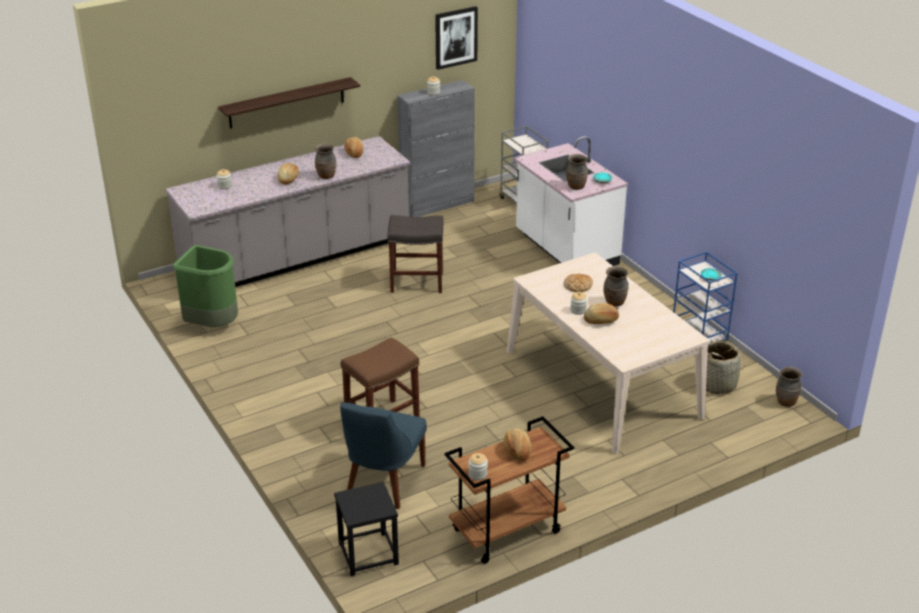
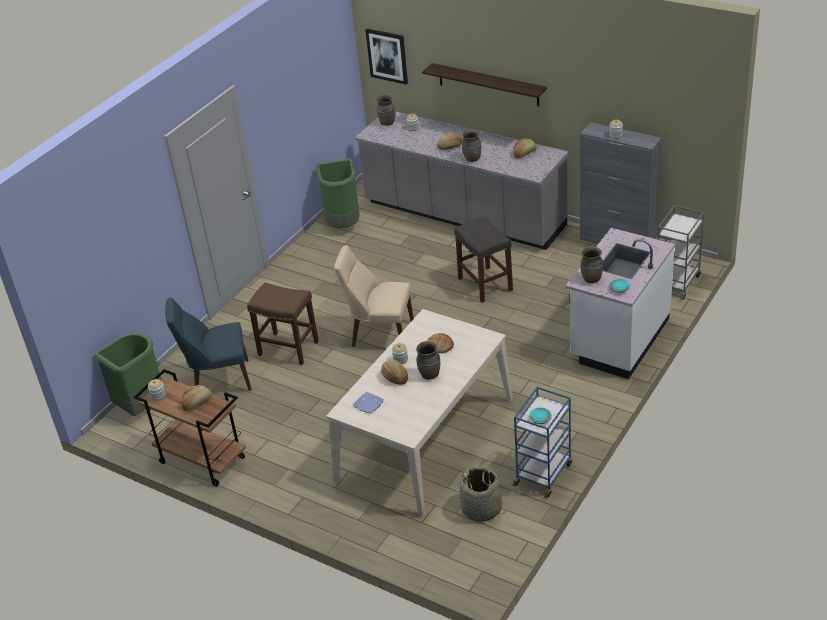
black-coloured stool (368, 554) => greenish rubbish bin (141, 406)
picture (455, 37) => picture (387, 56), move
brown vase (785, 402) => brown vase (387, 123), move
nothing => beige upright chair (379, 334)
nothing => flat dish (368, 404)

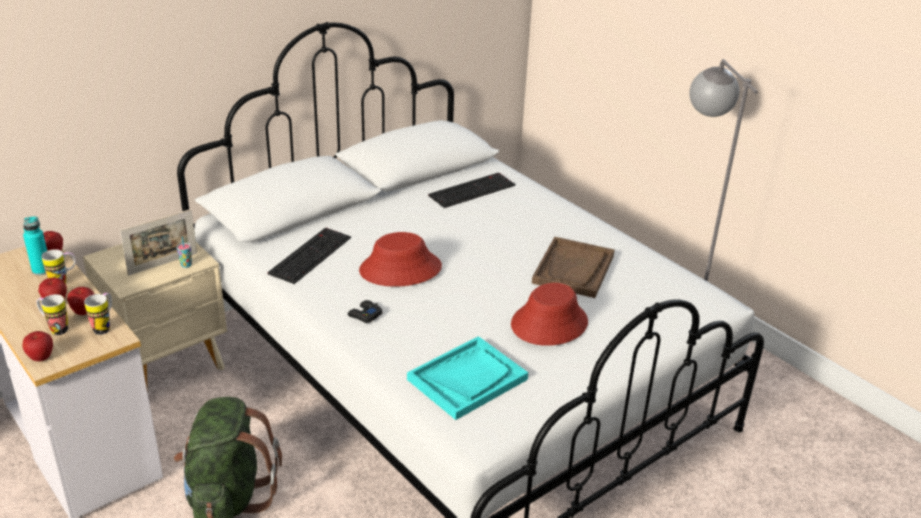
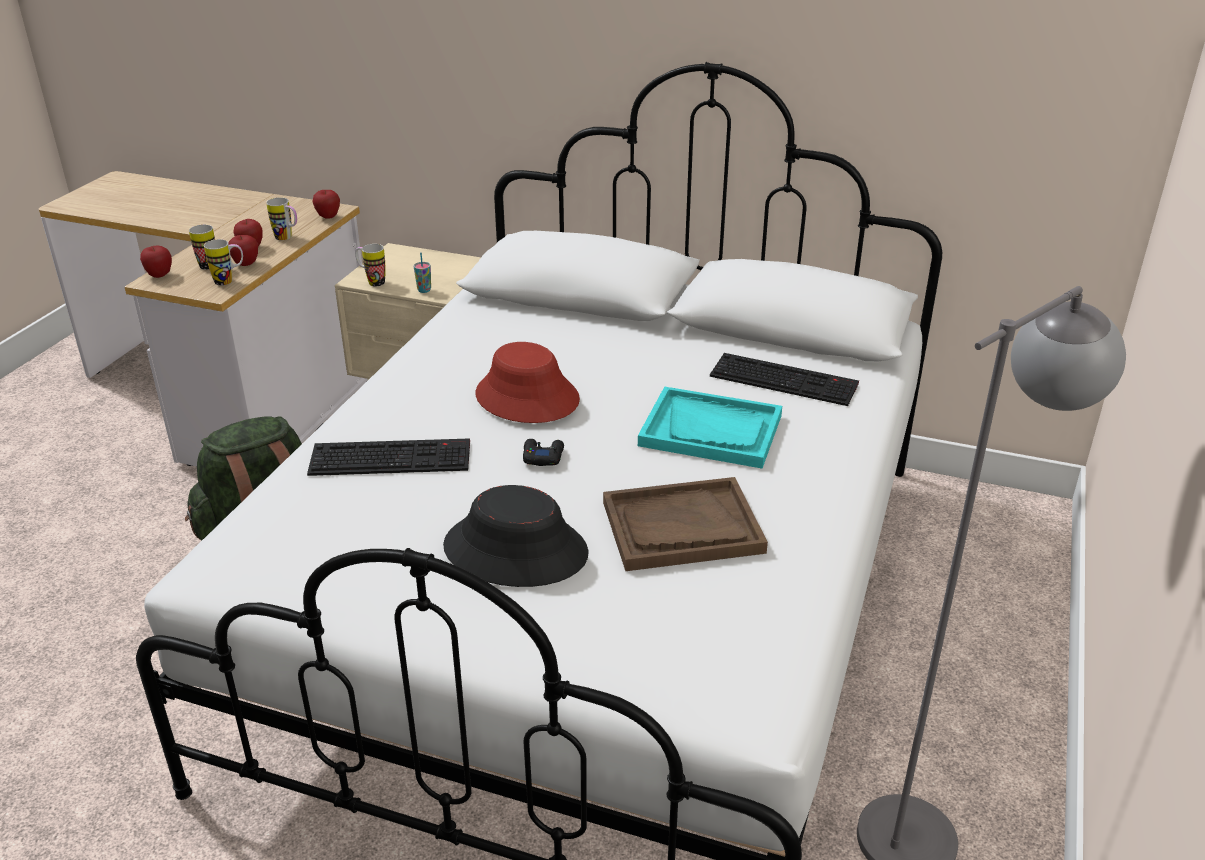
blue-green bottle (41, 270) => nothing
picture frame (163, 264) => nothing
computer keyboard (310, 254) => computer keyboard (392, 457), move
black-coloured gamepad (364, 315) => black-coloured gamepad (542, 456), move
blue-green carrying tray (467, 379) => blue-green carrying tray (711, 430), move
red-coloured hat (549, 323) => black-coloured hat (516, 550)
nothing => mug (372, 282)

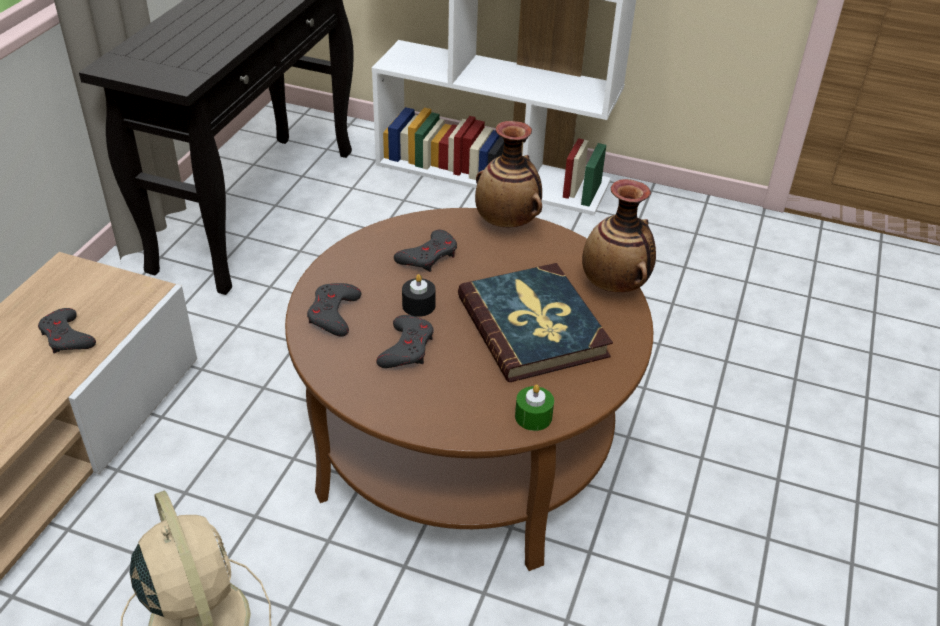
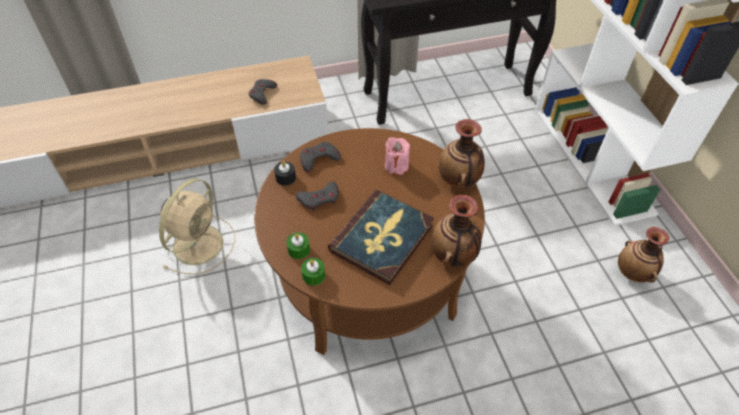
greyish gamepad (428, 256) => pink-coloured candle (396, 166)
black-coloured candle (418, 305) => black-coloured candle (285, 178), move
nothing => greenish candle (298, 250)
nothing => vase (633, 273)

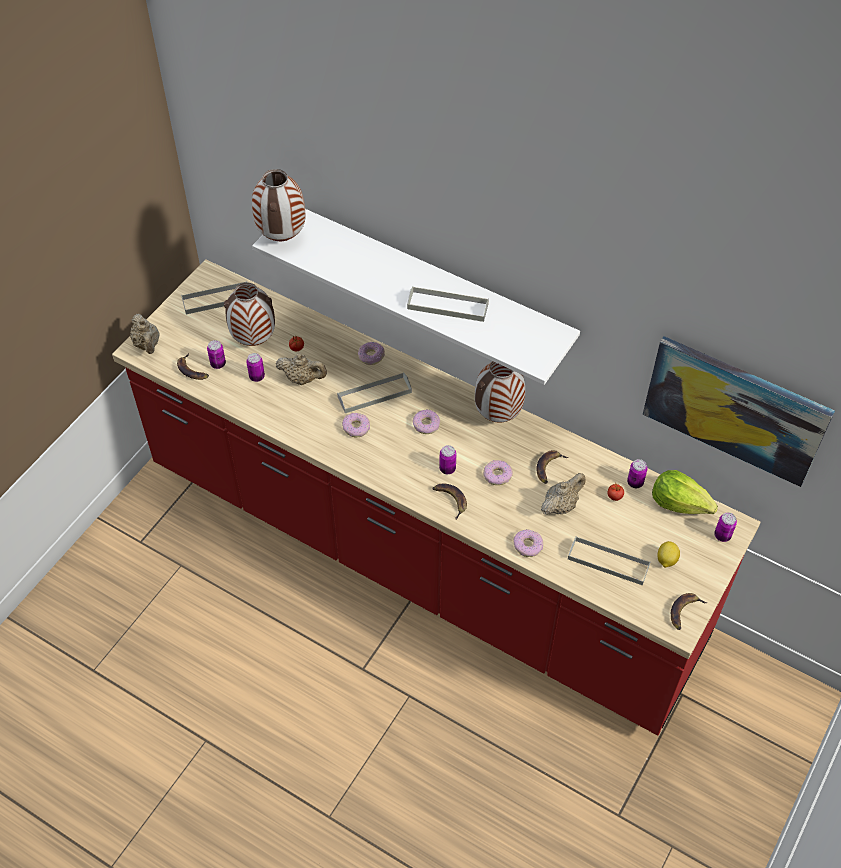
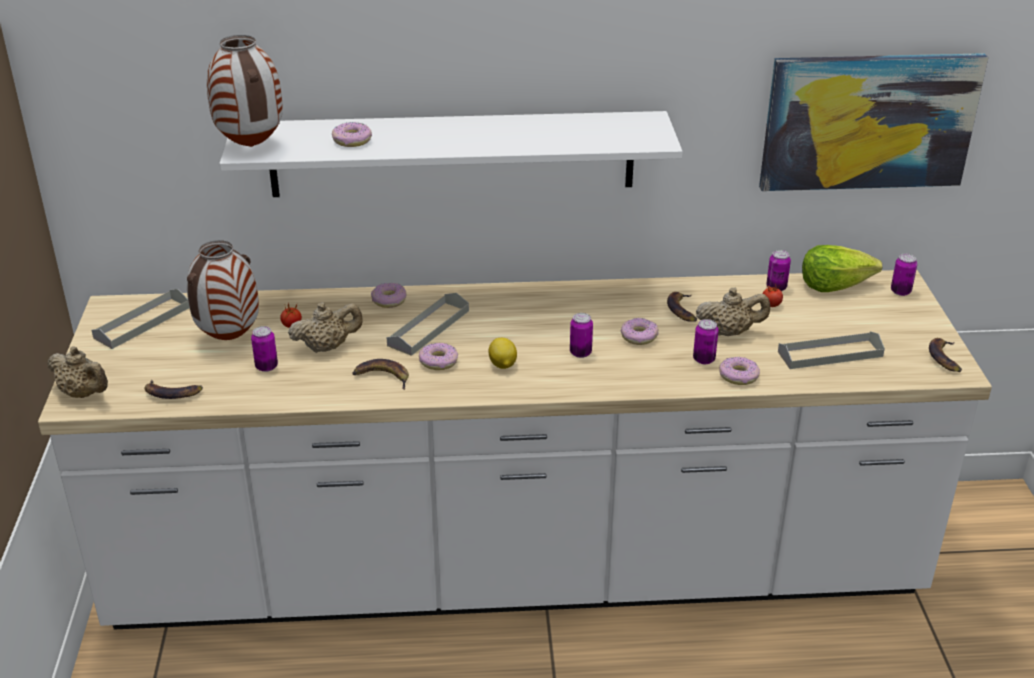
red-coloured kitchen counter (420, 554) => white-coloured kitchen counter (517, 569)
sealed can (218, 364) => sealed can (704, 359), move
greyish carrying tray (448, 306) => nothing
doughnut (426, 425) => doughnut (352, 141), move
banana (450, 500) => banana (382, 377), move
vase (498, 415) => nothing
beige pot for tea (561, 505) => beige pot for tea (730, 332), 75 degrees clockwise
lemon (666, 560) => lemon (502, 365), move

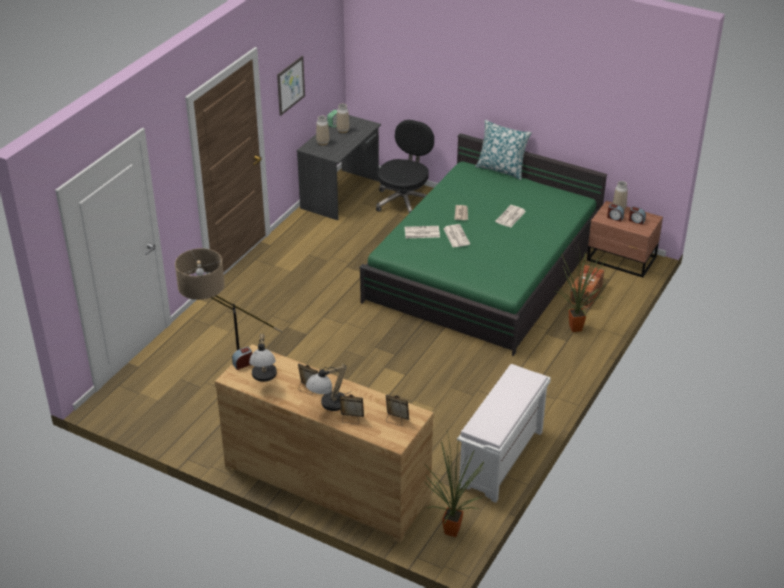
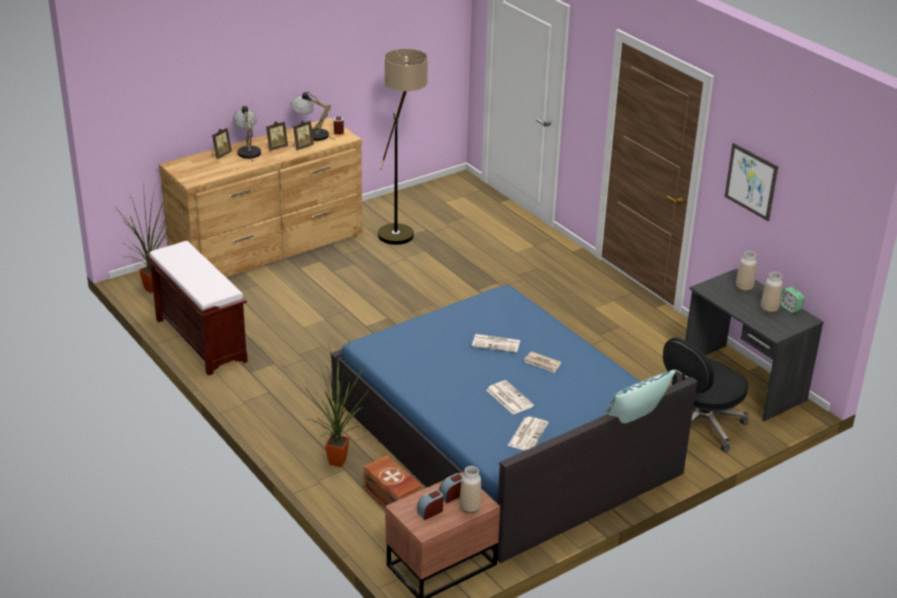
greenish sleeping bed (484, 270) => blue-coloured sleeping bed (502, 436)
black-coloured desk chair (404, 201) => black-coloured desk chair (699, 426), 90 degrees clockwise
picture frame (396, 420) => picture frame (302, 147), move
printed paper (421, 232) => printed paper (528, 434), move
white-coloured indoor bench (501, 460) => brown indoor bench (199, 340)

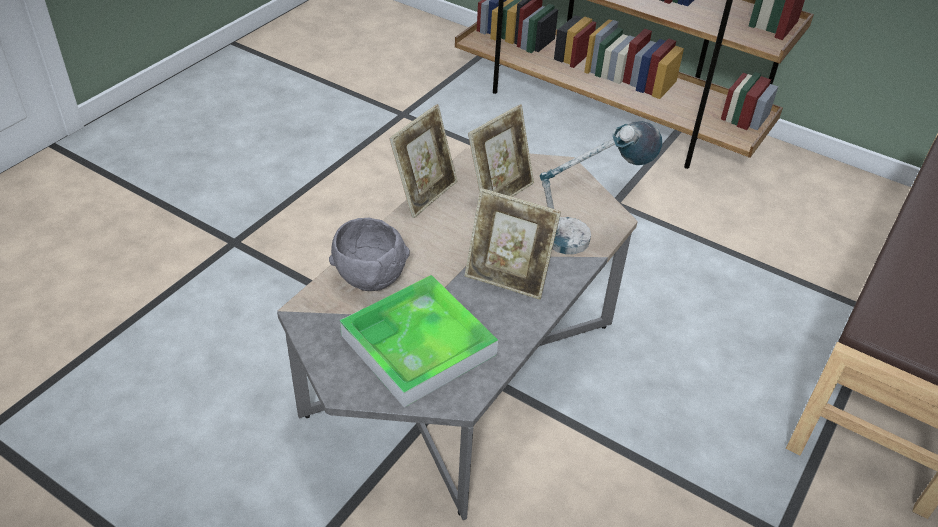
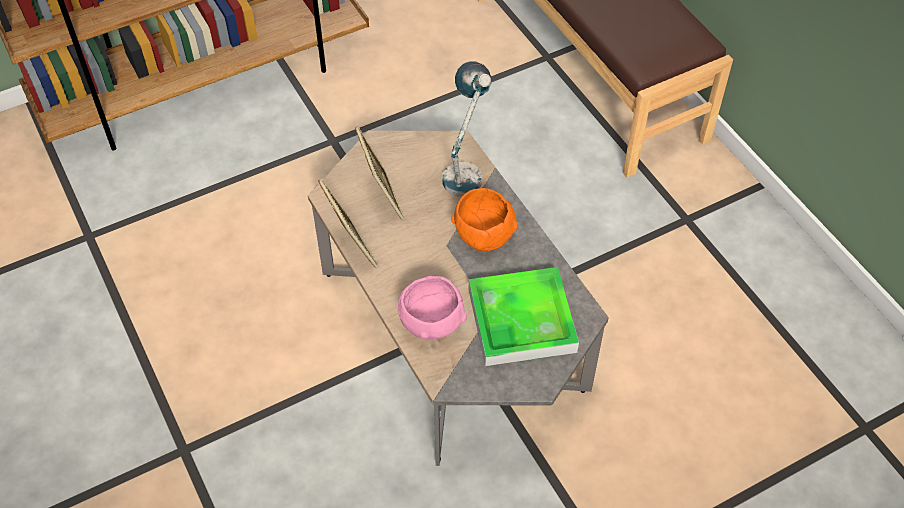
greyish serving bowl (369, 277) => pink-coloured serving bowl (431, 324)
picture frame (507, 278) => orange serving bowl (483, 236)

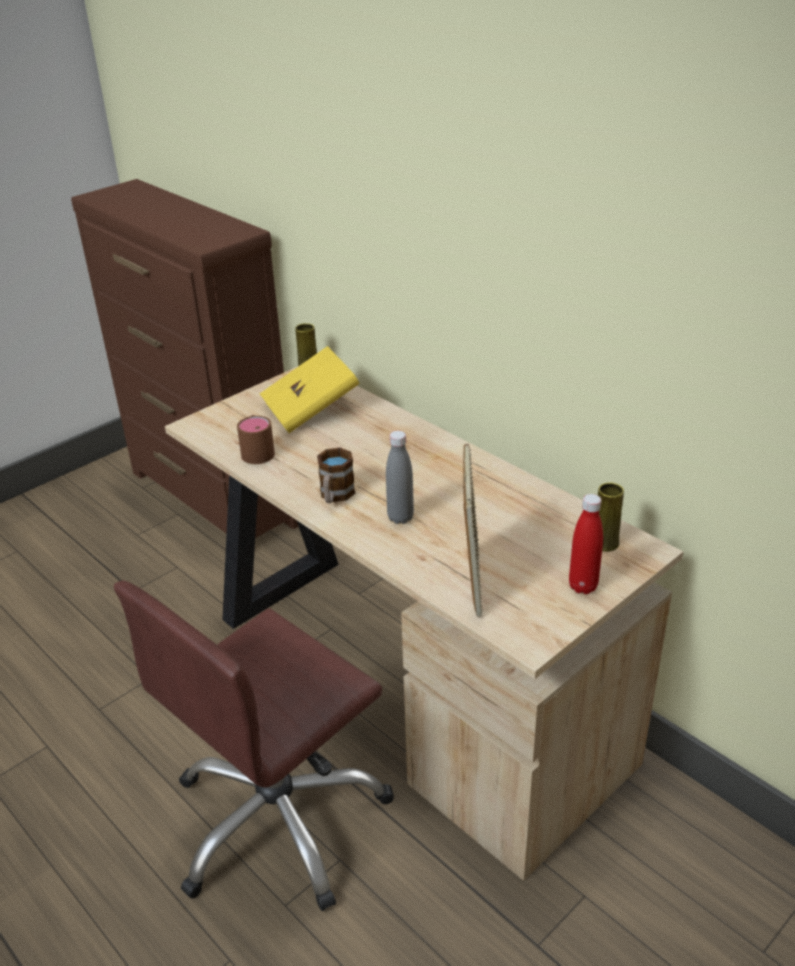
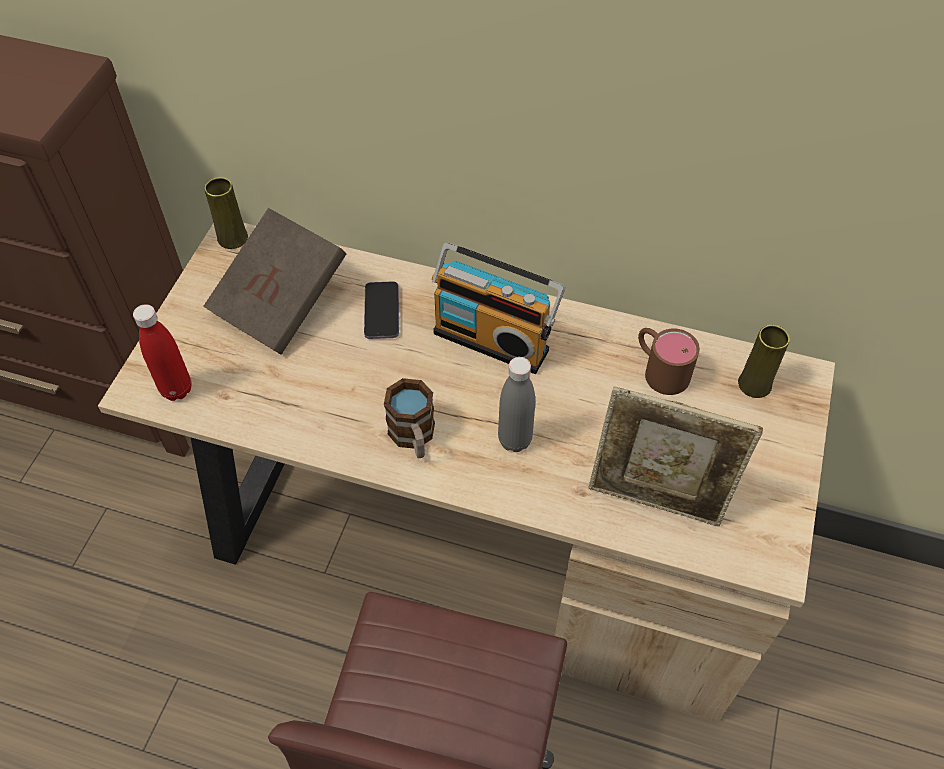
brown mug (257, 450) => brown mug (659, 369), move
yellow book (311, 409) => brown book (281, 302)
picture frame (472, 579) => picture frame (656, 500), 135 degrees clockwise
red-coloured bottle (583, 586) => red-coloured bottle (176, 389), move
nothing => handset (382, 312)
nothing => radio (493, 338)

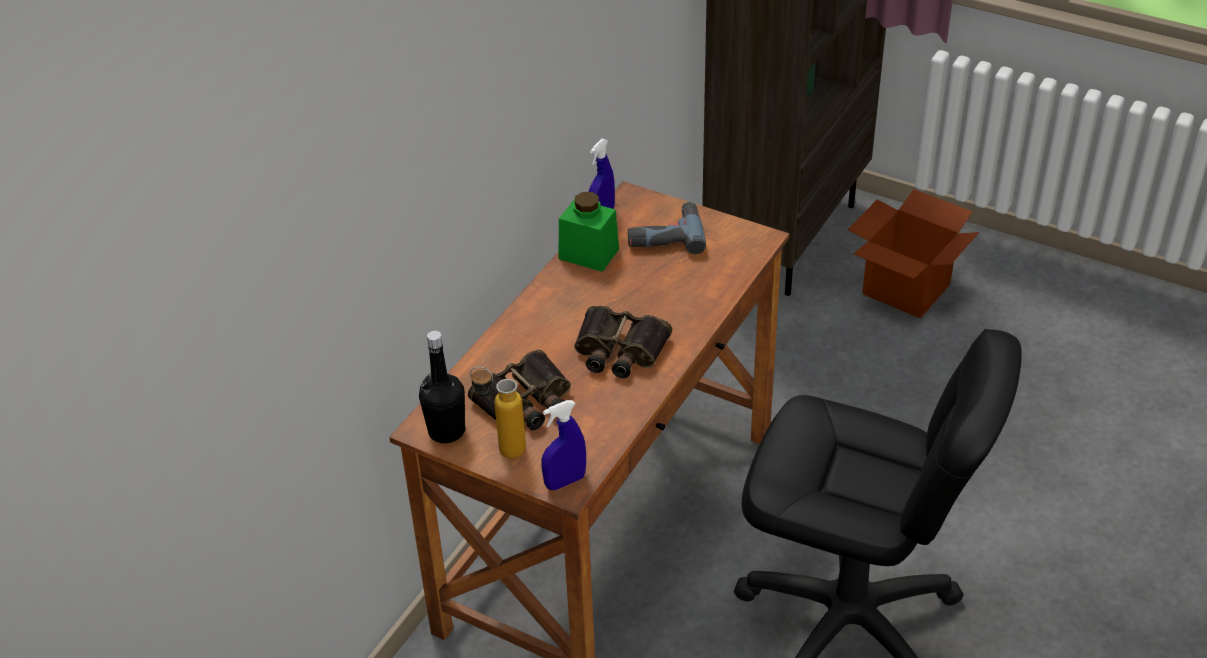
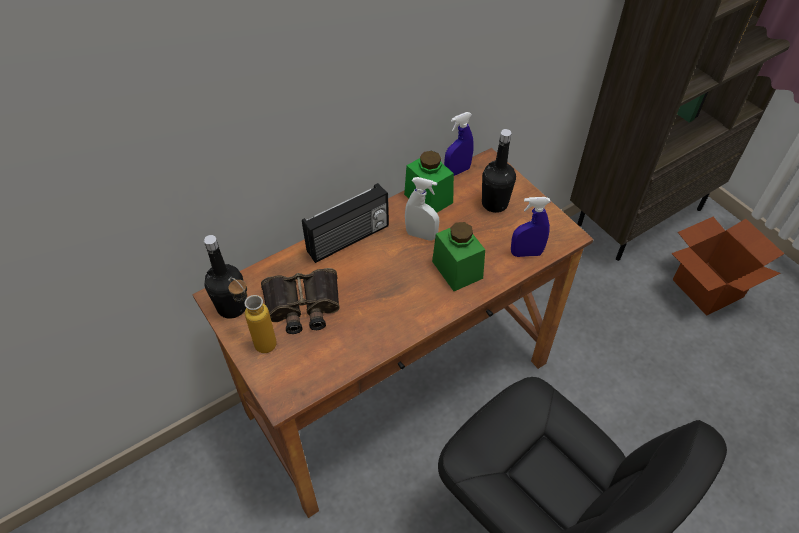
blue-coloured spray bottle (565, 481) => blue-coloured spray bottle (526, 253), move
field glasses (618, 351) => nothing
power drill (665, 234) => black-coloured bottle (494, 203)
nothing => radio (349, 240)
nothing => white-coloured spray bottle (421, 235)
nothing => greenish jar (457, 270)

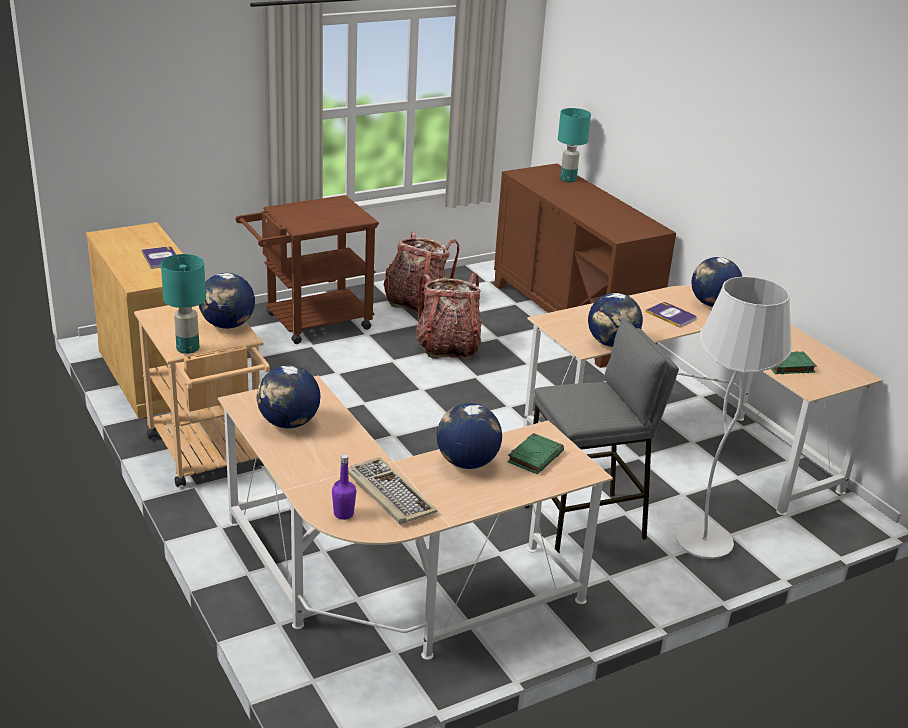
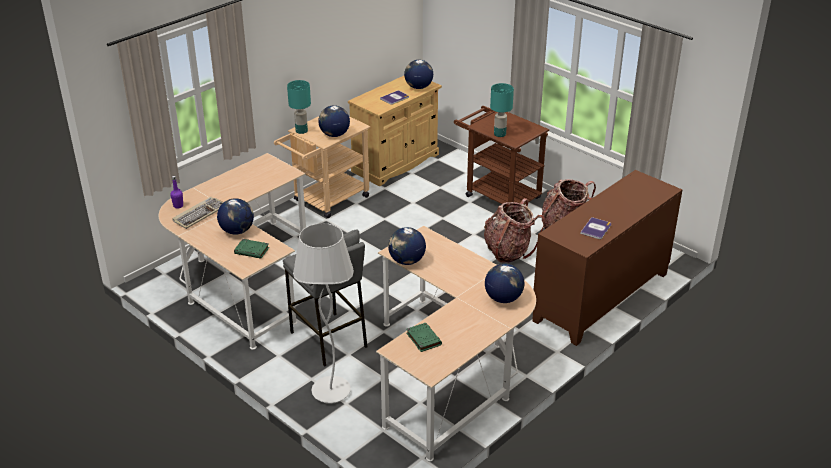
globe (288, 423) => globe (418, 87), move
blue-green lamp for a table (568, 179) => blue-green lamp for a table (499, 134), move
book (671, 315) => book (596, 229), move

